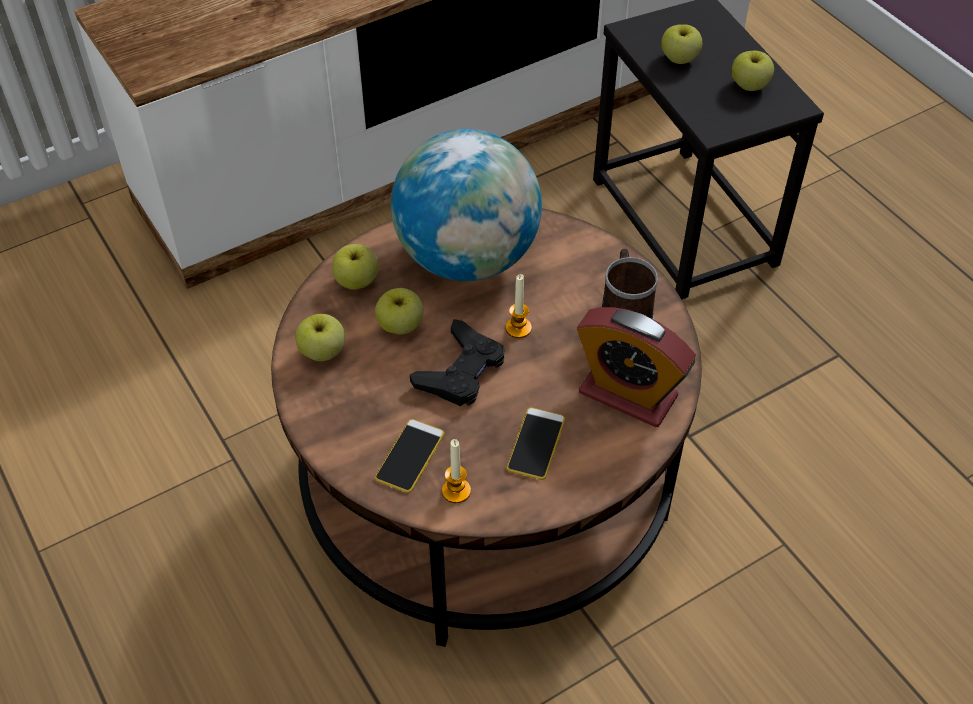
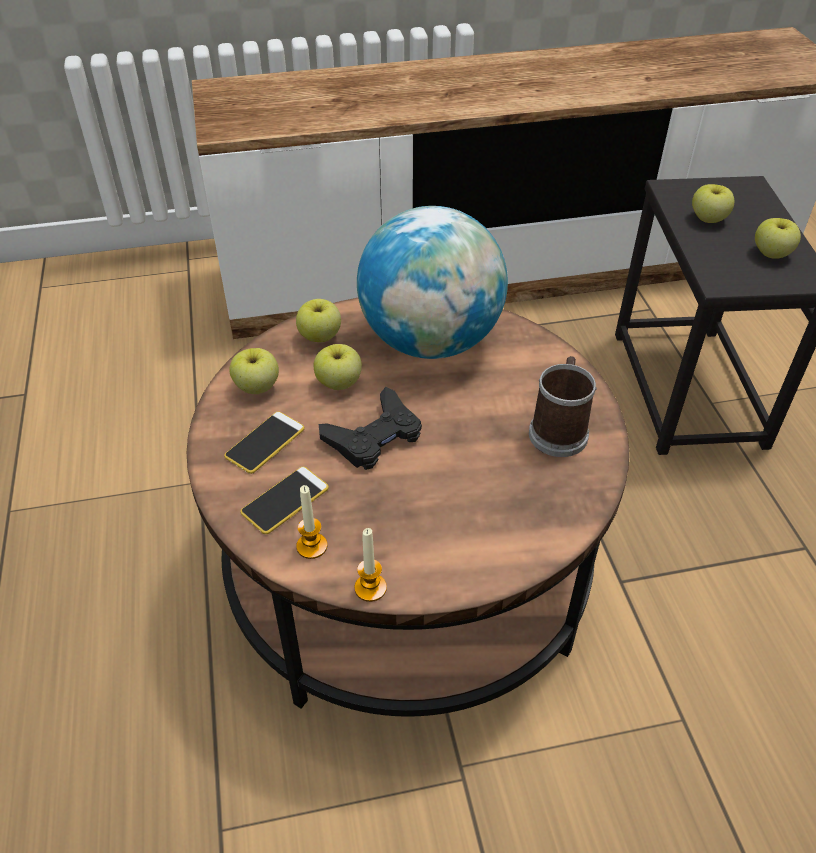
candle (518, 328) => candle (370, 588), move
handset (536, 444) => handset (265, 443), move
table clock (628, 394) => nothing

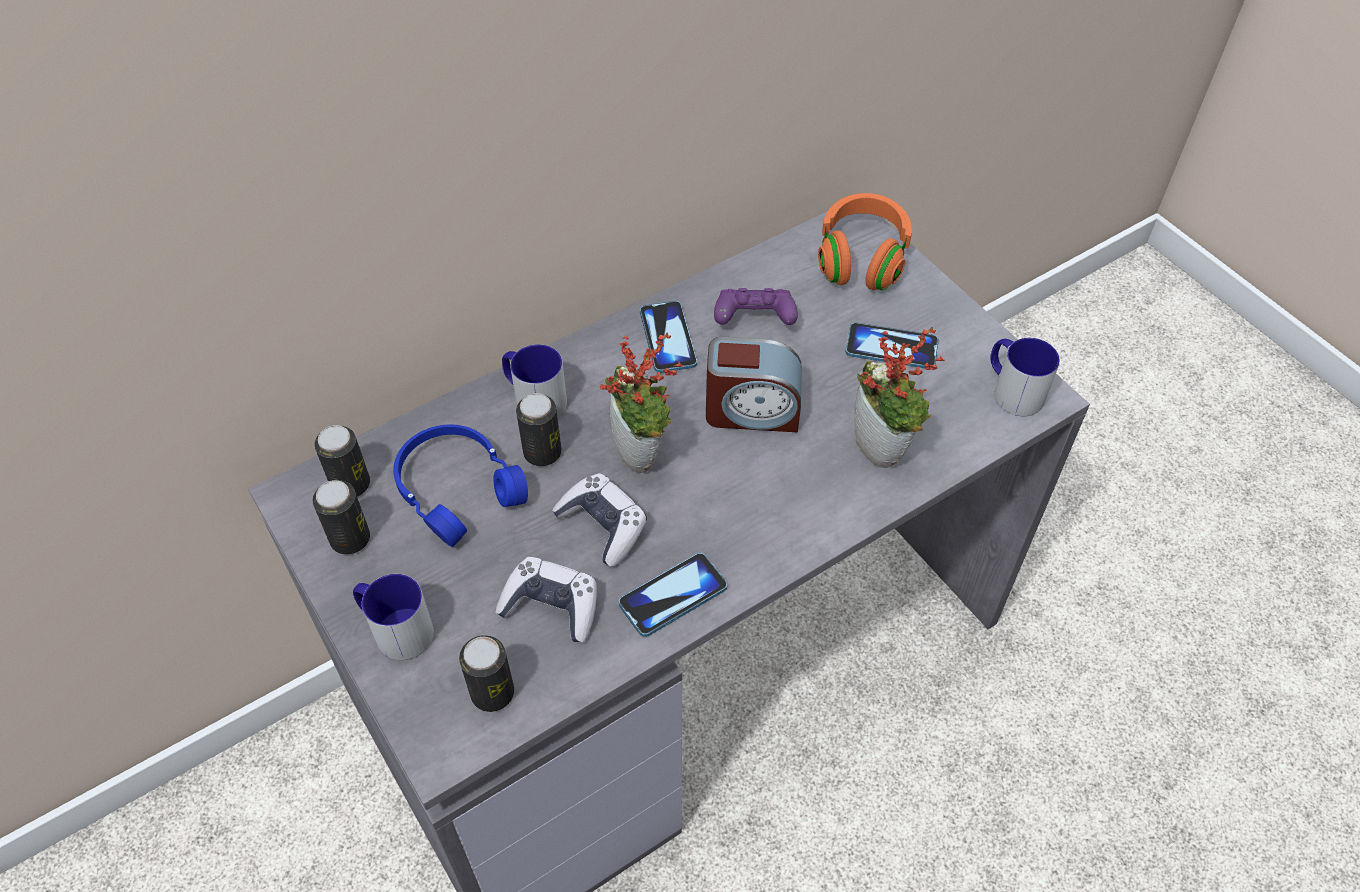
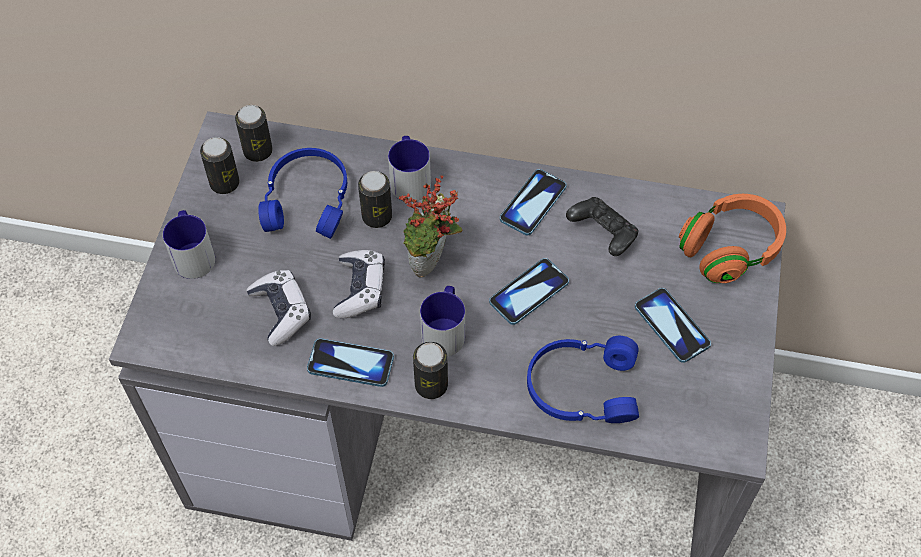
sealed can (492, 693) => sealed can (431, 385), move
table clock (752, 410) => handset (529, 292)
purplish gamepad (754, 320) => black-coloured gamepad (602, 234)
houseplant (883, 449) => blue-coloured headset (581, 386)
mug (1012, 390) => mug (445, 330), move

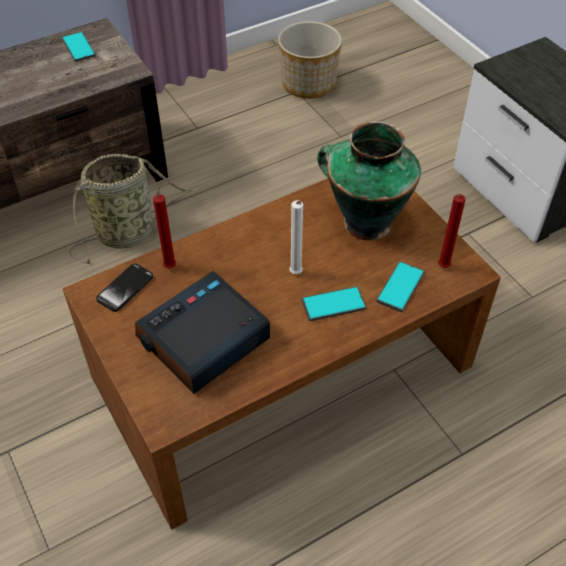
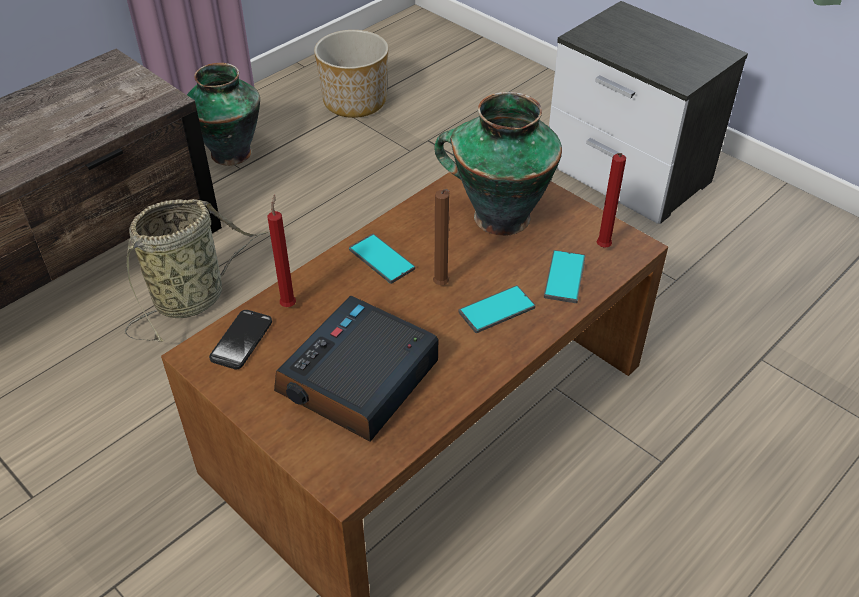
handset (78, 47) => handset (381, 259), move
white-coloured candle (296, 274) => brown candle (442, 286)
nothing => vase (230, 152)

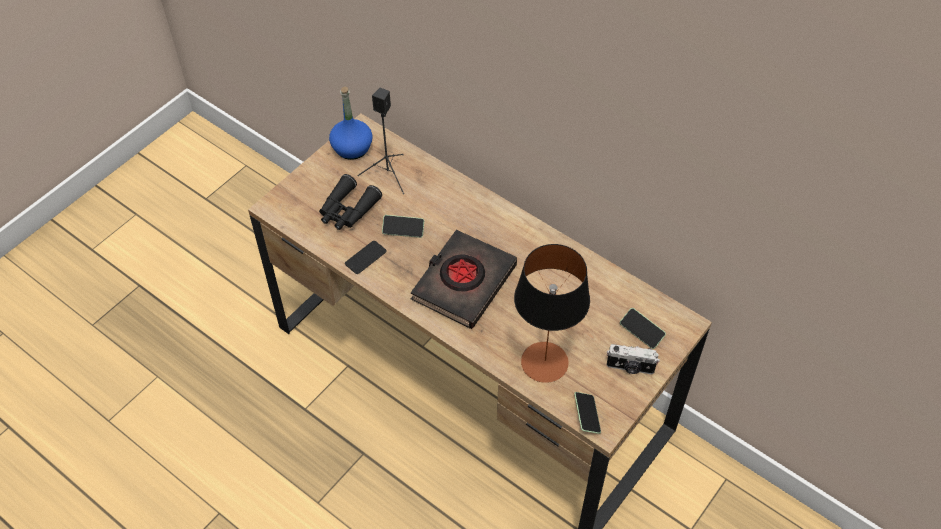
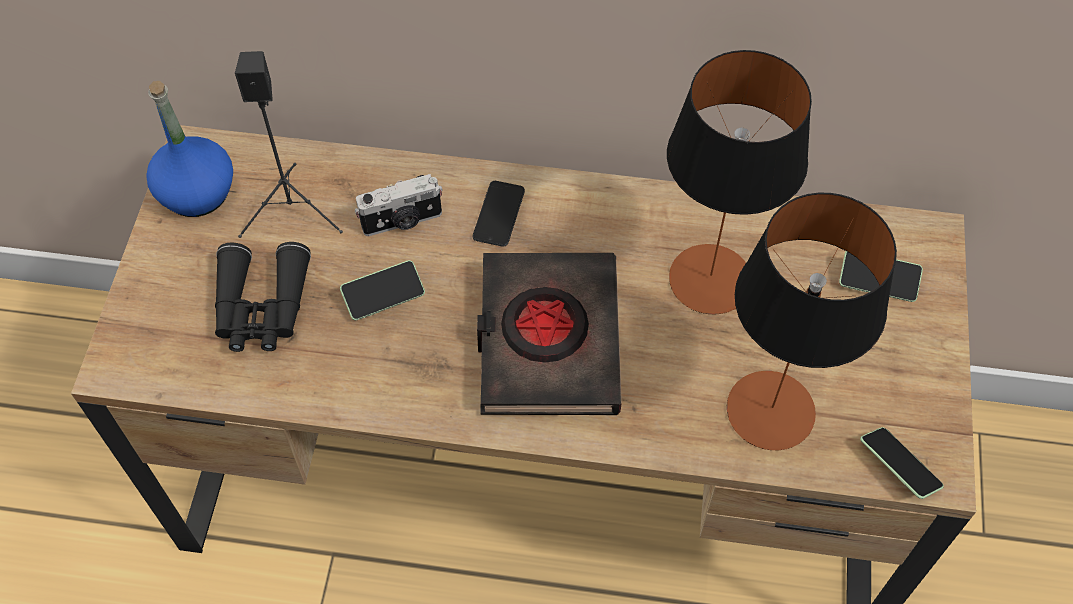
handset (365, 258) => handset (499, 214), move
photo camera (630, 367) => photo camera (402, 221), move
nothing => lamp for a table (710, 278)

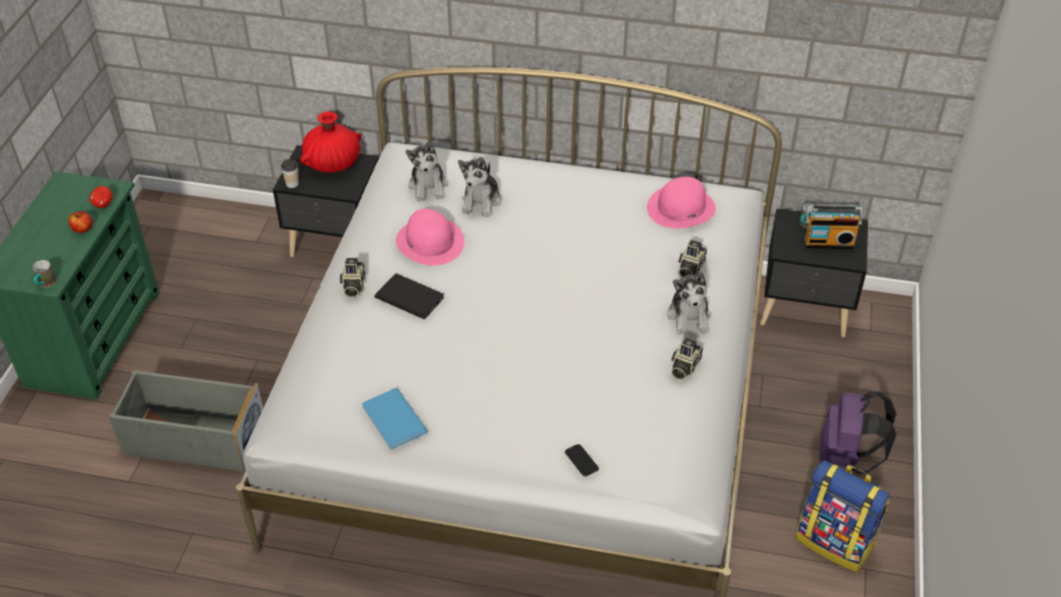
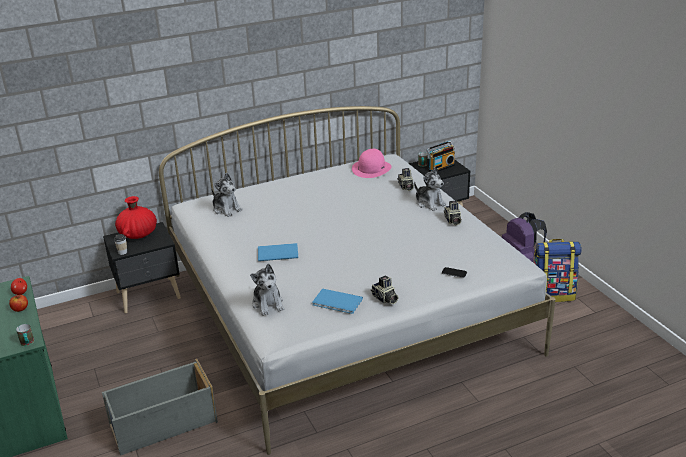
photo camera (353, 286) => photo camera (384, 299), move
black-coloured book (409, 296) => blue-coloured book (276, 253)
pink-coloured hat (430, 242) => nothing
plush toy (481, 201) => plush toy (268, 304), move

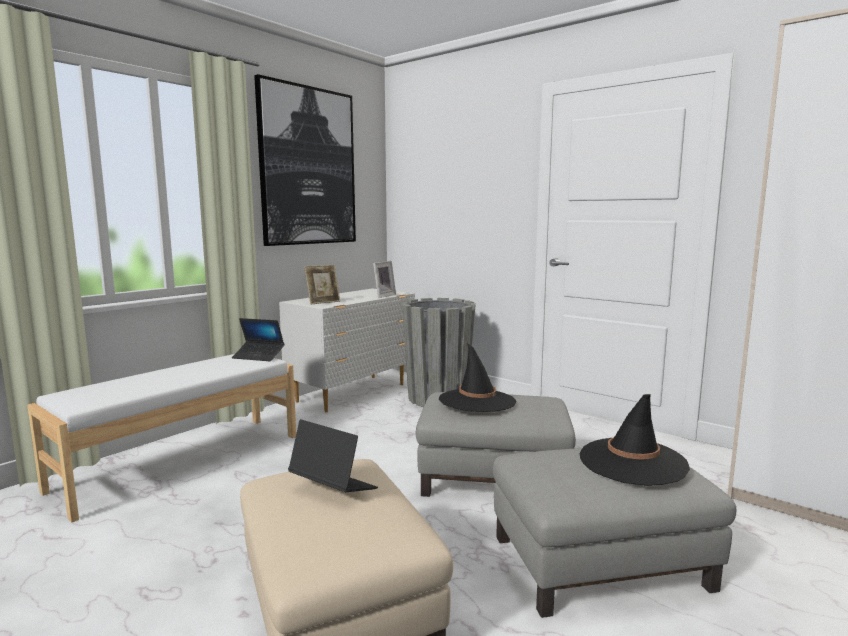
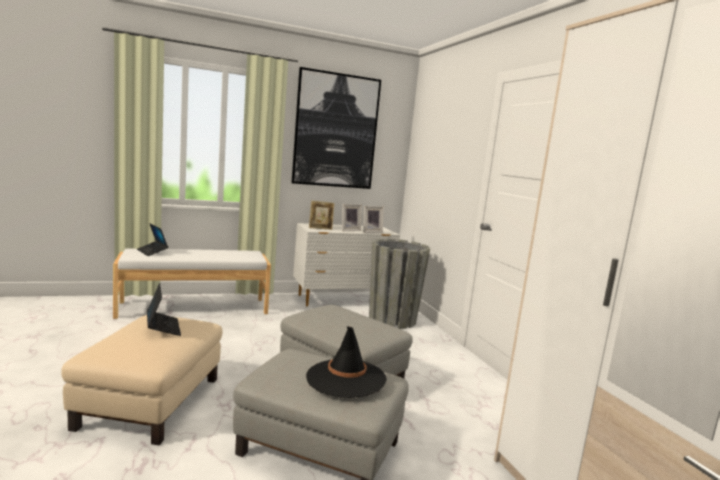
laptop (258, 356) => laptop (152, 252), move
black-coloured hat (477, 401) => nothing
nothing => picture frame (349, 230)

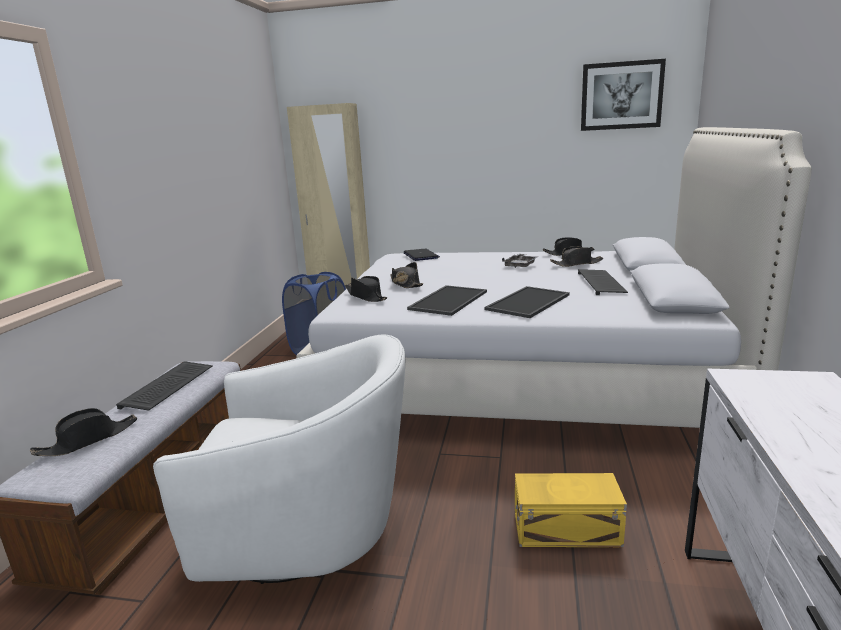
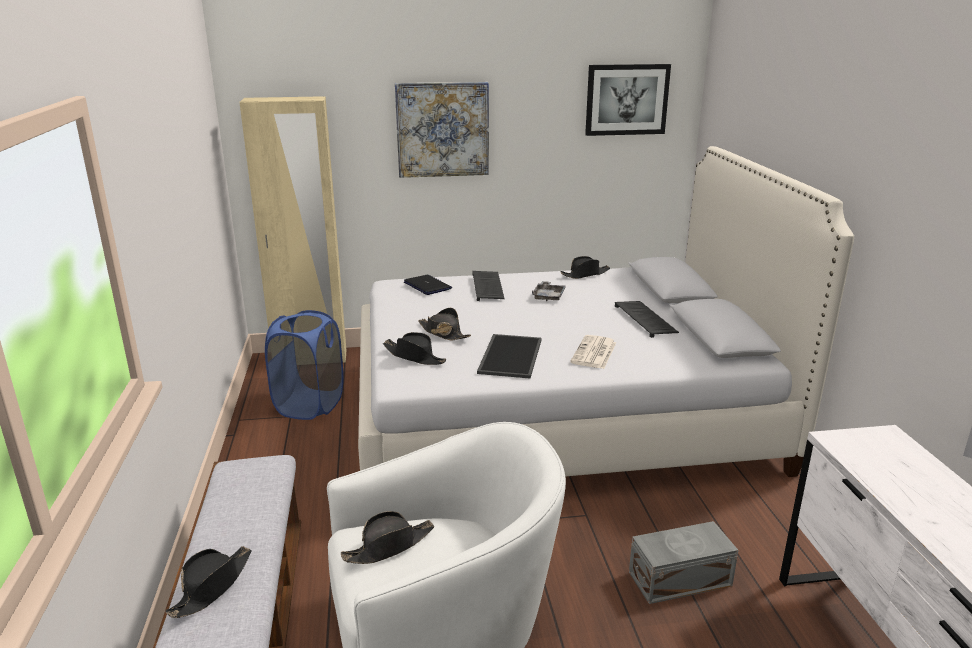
computer keyboard (168, 388) => computer keyboard (488, 287), move
carrying tray (529, 302) => printed paper (594, 353)
yellow storage bin (564, 528) => greyish storage bin (678, 578)
black-coloured hat (576, 264) => black-coloured hat (389, 546), move
nothing => picture (442, 129)

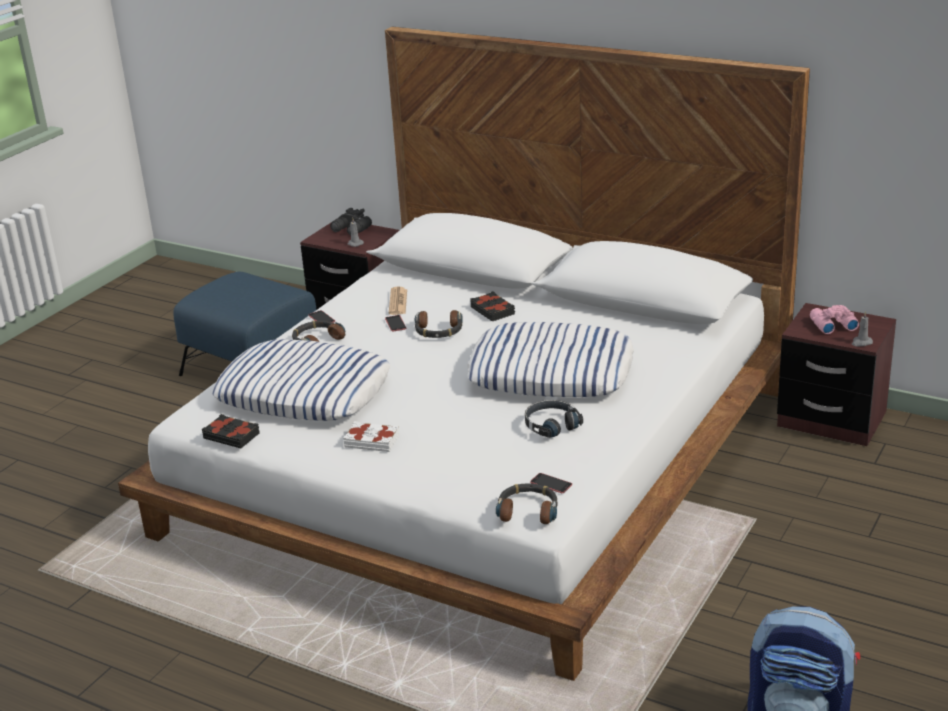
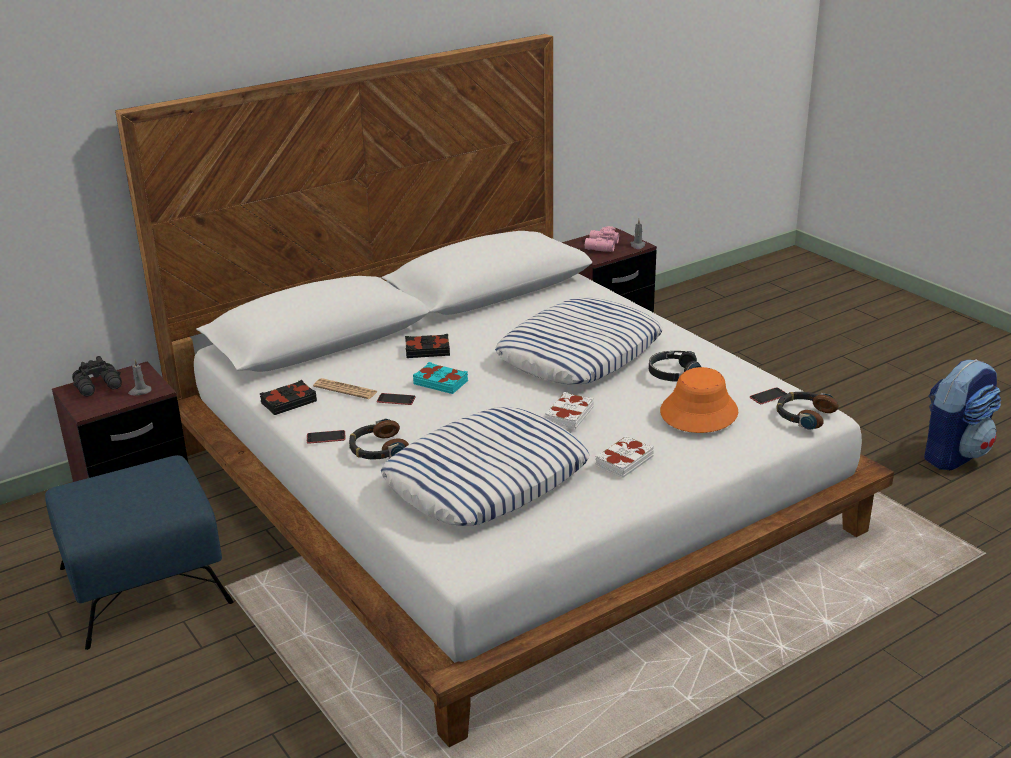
black-coloured book (232, 435) => black-coloured book (288, 402), move
headset (438, 331) => blue-green book (441, 382)
nothing => white-coloured book (568, 415)
nothing => orange hat (698, 412)

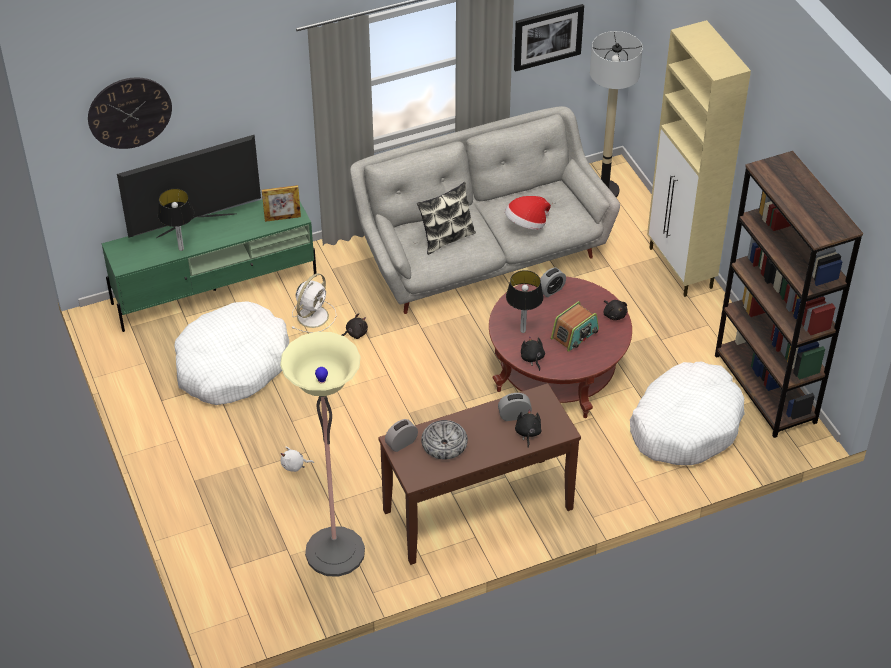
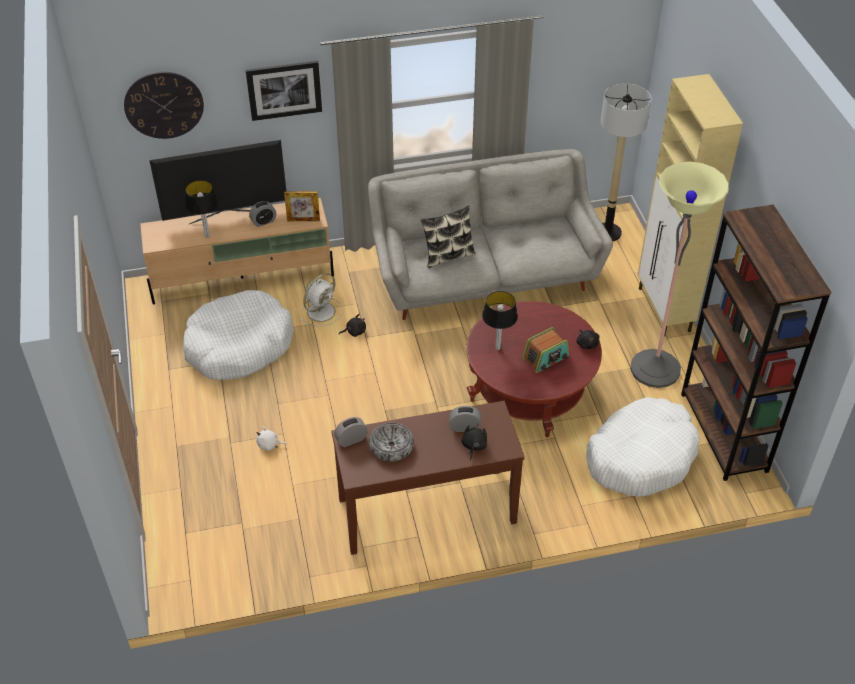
greenish media console (216, 289) => beige media console (243, 277)
standard lamp (335, 552) => standard lamp (655, 369), move
hat (526, 224) => nothing
picture (547, 36) => picture (284, 89), move
black-coloured plush toy (532, 358) => nothing
table clock (551, 290) => table clock (263, 221), move

